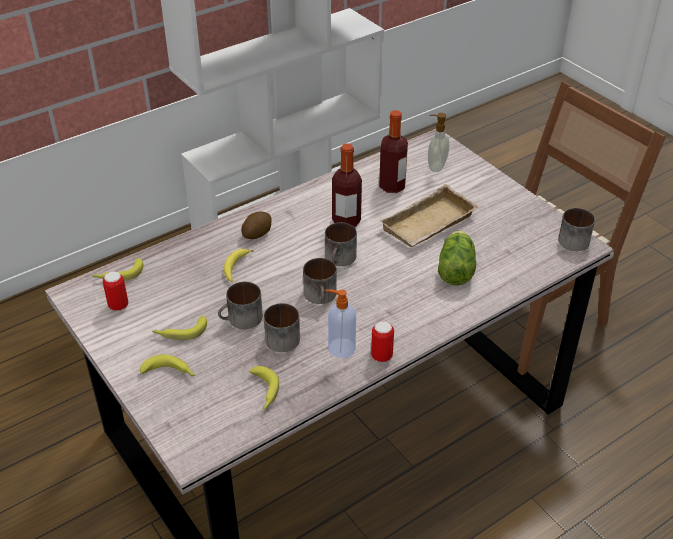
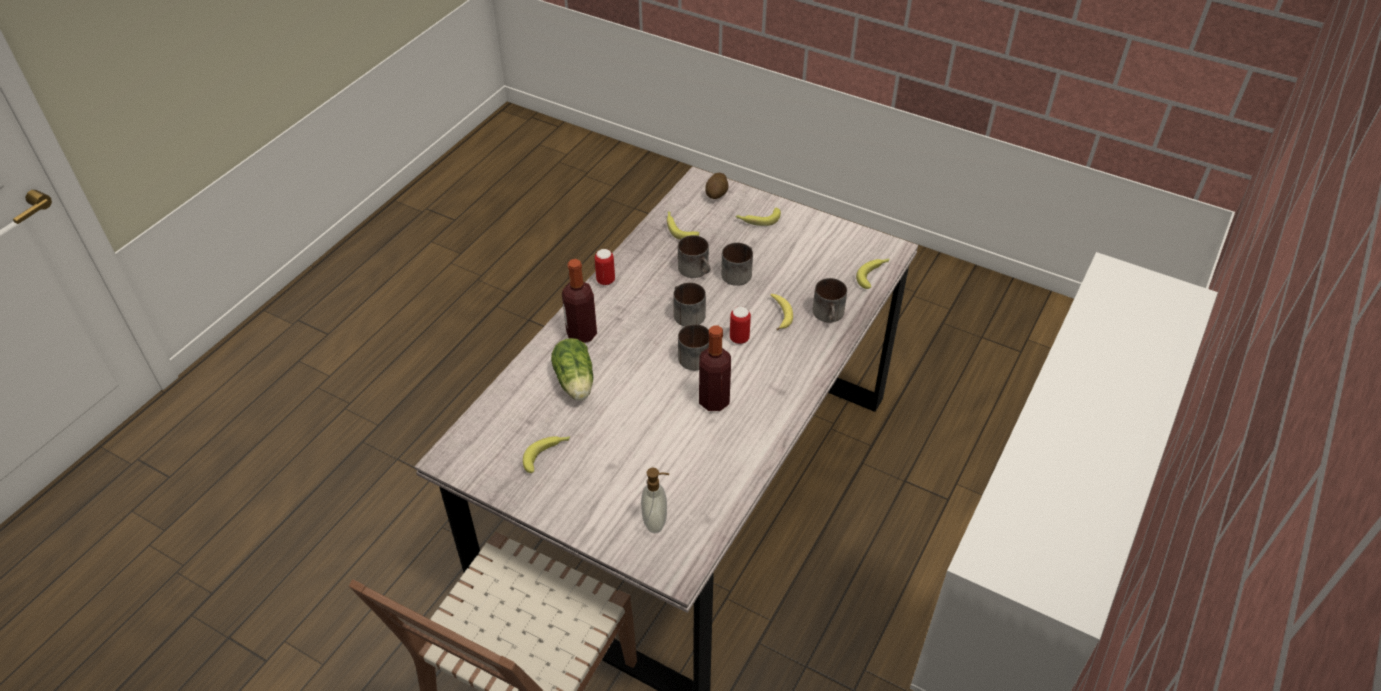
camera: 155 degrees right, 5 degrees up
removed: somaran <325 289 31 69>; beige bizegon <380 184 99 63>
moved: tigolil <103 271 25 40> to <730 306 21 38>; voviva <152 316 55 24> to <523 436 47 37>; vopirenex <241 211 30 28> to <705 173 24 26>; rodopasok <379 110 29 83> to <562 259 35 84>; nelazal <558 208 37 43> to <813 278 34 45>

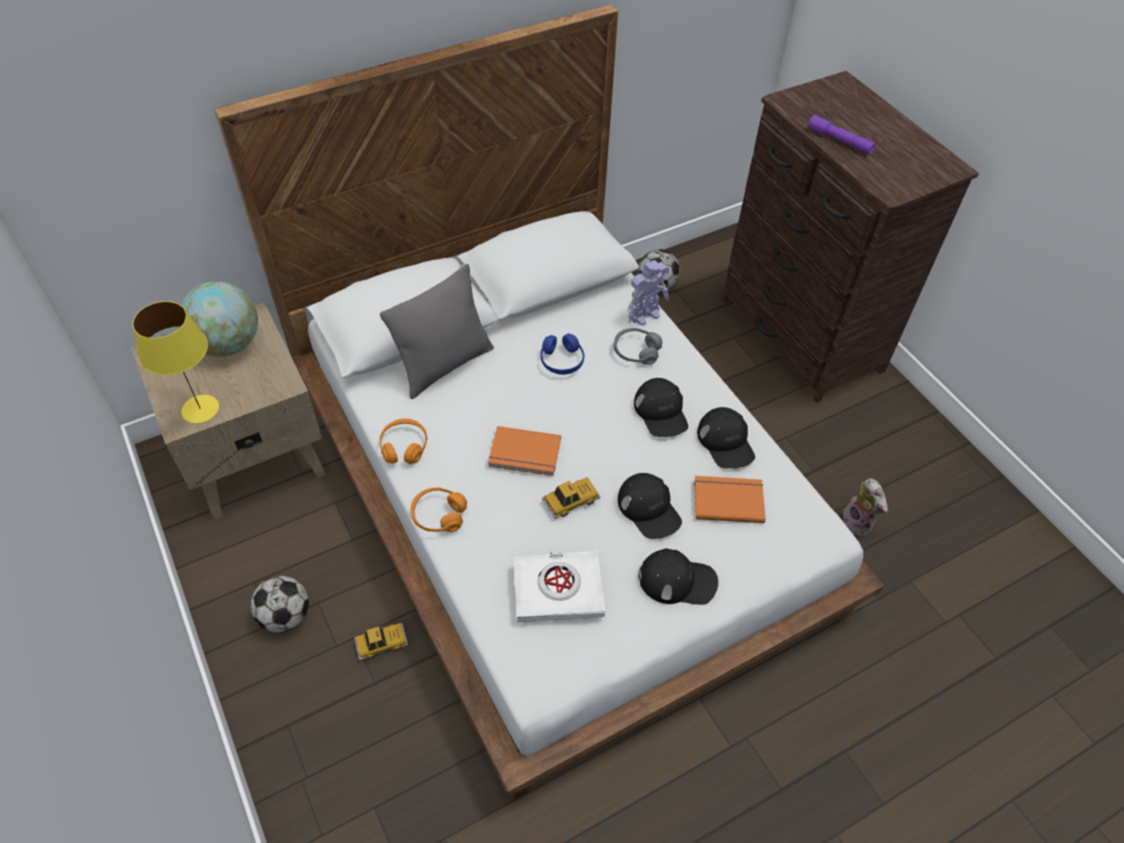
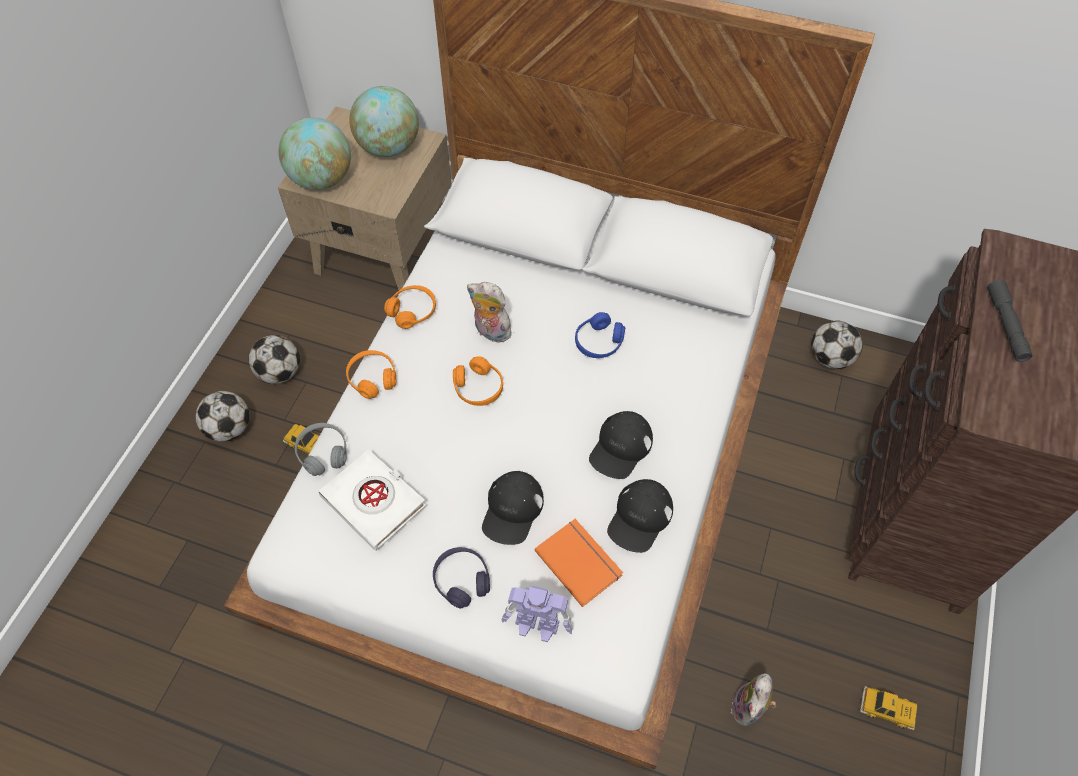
camera: 50 degrees right, 5 degrees up
removed: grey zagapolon <380 264 114 135>
added: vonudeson <195 391 54 51>; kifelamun <467 282 49 61>
moved: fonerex <542 477 58 42> to <860 686 58 45>; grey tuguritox <614 328 48 37> to <295 423 52 53>; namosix <627 260 42 66> to <502 586 71 56>
replaced: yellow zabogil <133 301 86 122> to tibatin <279 117 72 73>; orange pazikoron <488 426 73 50> to orange tuguritox <453 356 50 50>; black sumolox <639 548 79 57> to purple tuguritox <433 547 57 61>
recoloured: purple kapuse <808 115 67 39> to grey kapuse <987 279 46 83>

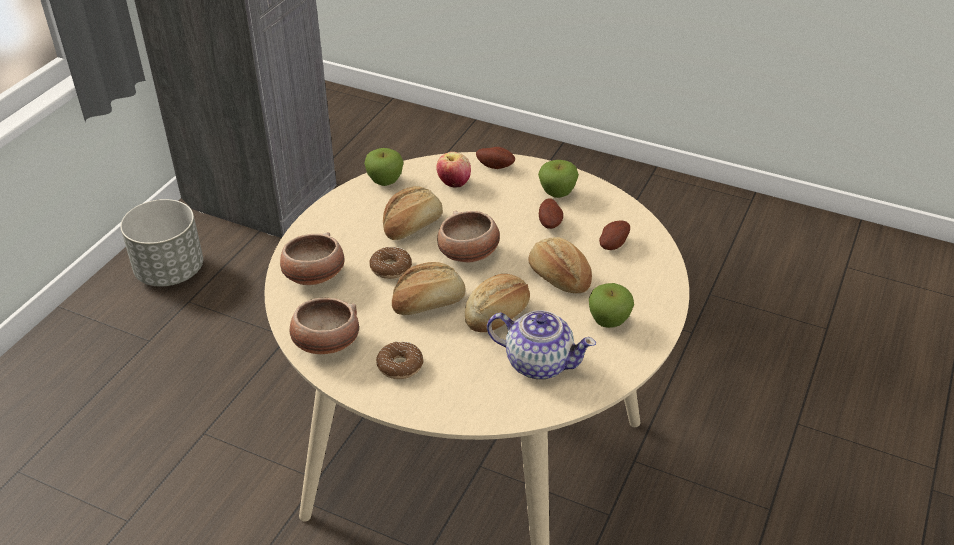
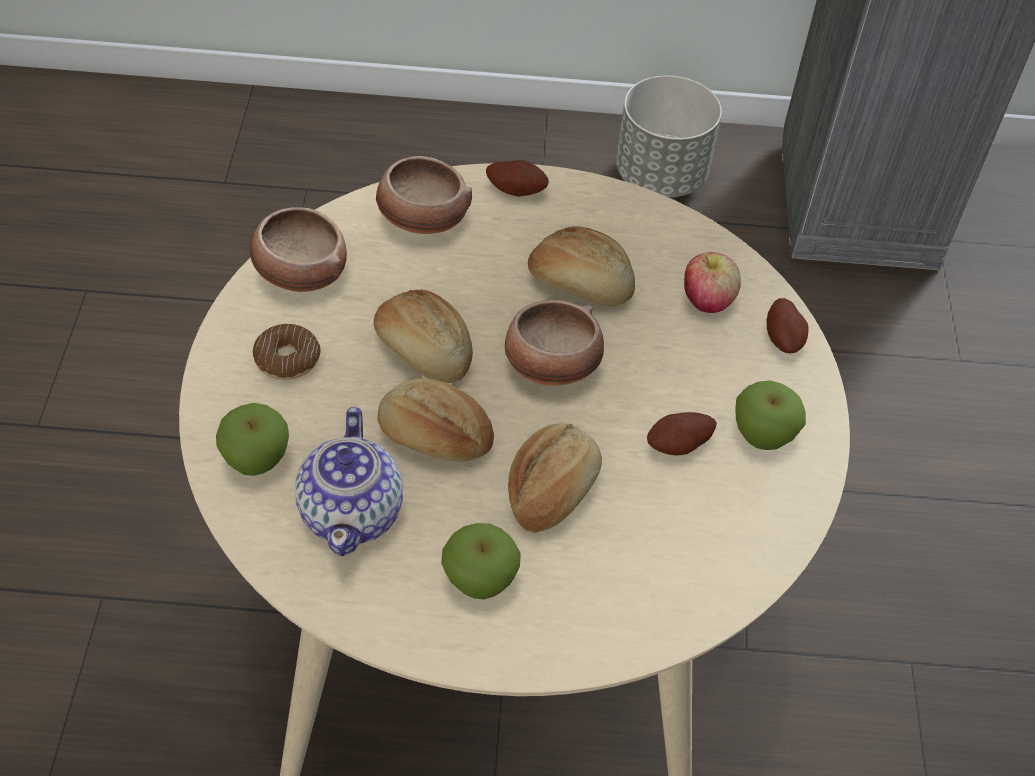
camera: 65 degrees right, 10 degrees up
removed: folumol <369 247 43 32>
moved: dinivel <364 148 40 38> to <216 403 73 73>; vopirenex <599 220 31 30> to <486 160 63 37>

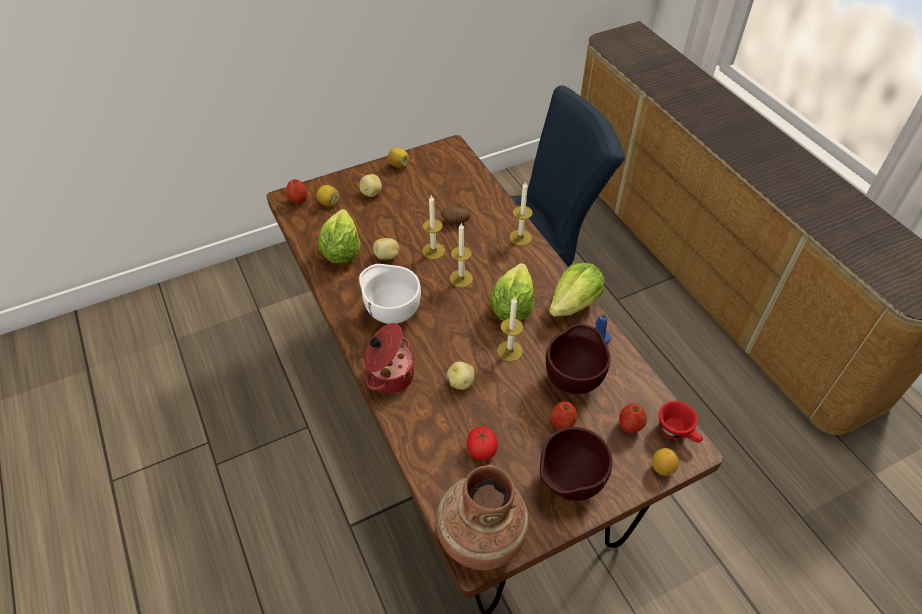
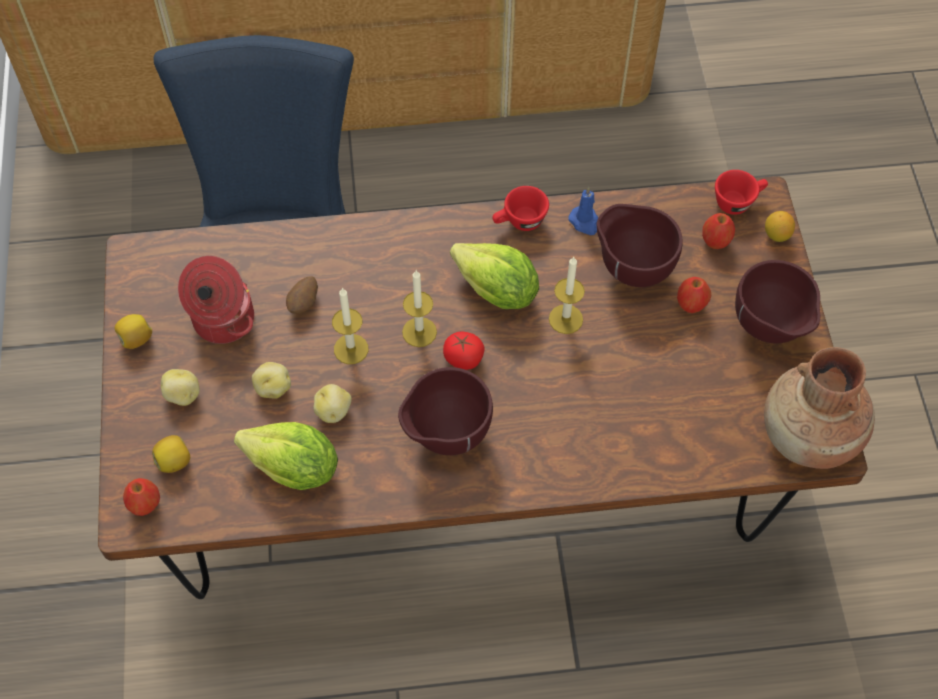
camera: 70 degrees left, 10 degrees up
removed: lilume <509 181 24 65>
moved: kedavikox <364 323 51 71> to <178 256 76 88>; vopirenex <447 361 28 29> to <252 362 39 37>; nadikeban <467 426 30 33> to <443 332 41 38>
replaced: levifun <549 263 55 54> to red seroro <492 186 57 45>
recoloured: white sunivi <359 264 62 60> to brown sunivi <398 367 95 88>

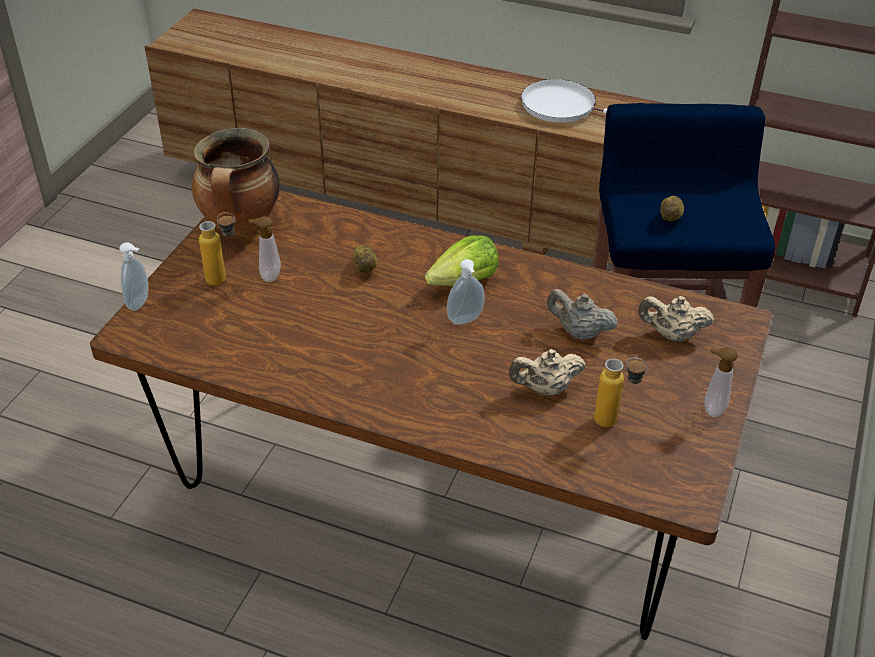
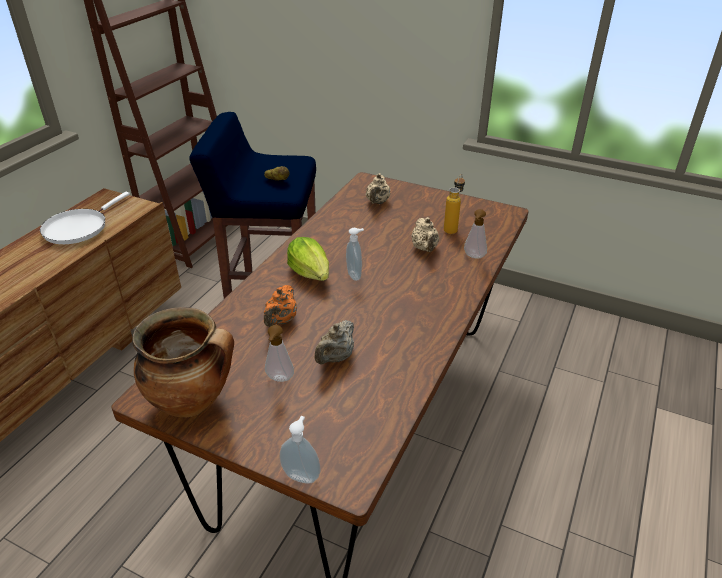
camera: 85 degrees left, 5 degrees down
removed: rodopasok <199 212 37 73>
moved: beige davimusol <547 289 71 52> to <315 320 39 45>; somaran <705 347 33 70> to <464 209 23 50>
replaced: vopirenex <353 245 24 28> to orange davimusol <264 285 33 42>

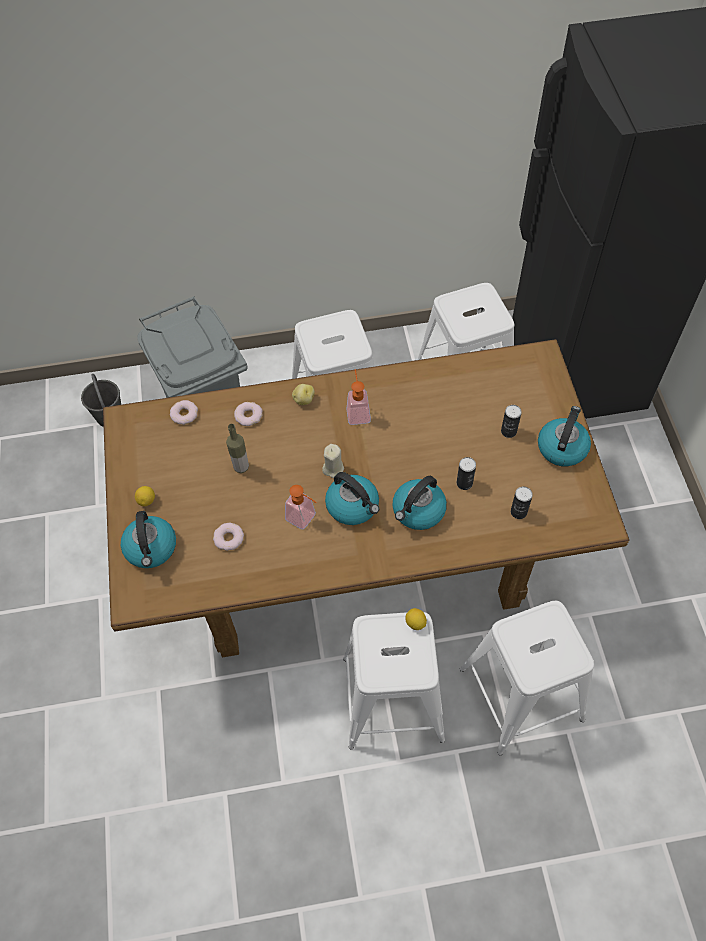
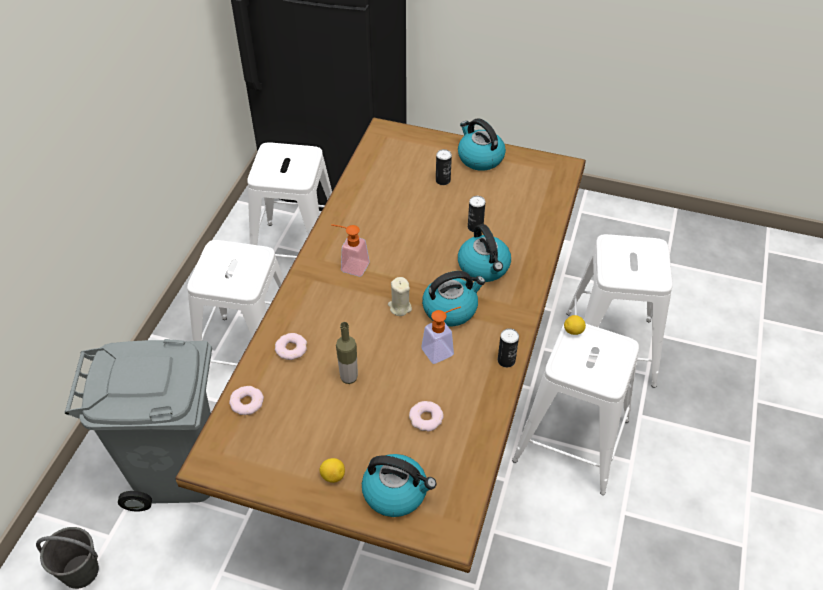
camera: 65 degrees left, 10 degrees down
removed: vopirenex <292 384 23 21>
moved: tigolil <511 487 22 32> to <498 328 21 39>

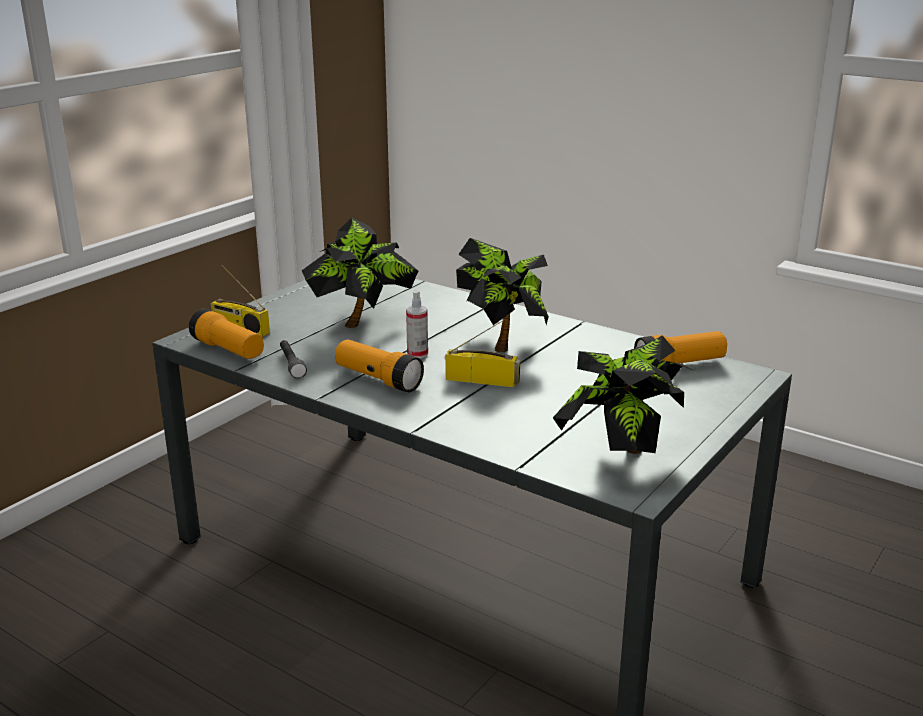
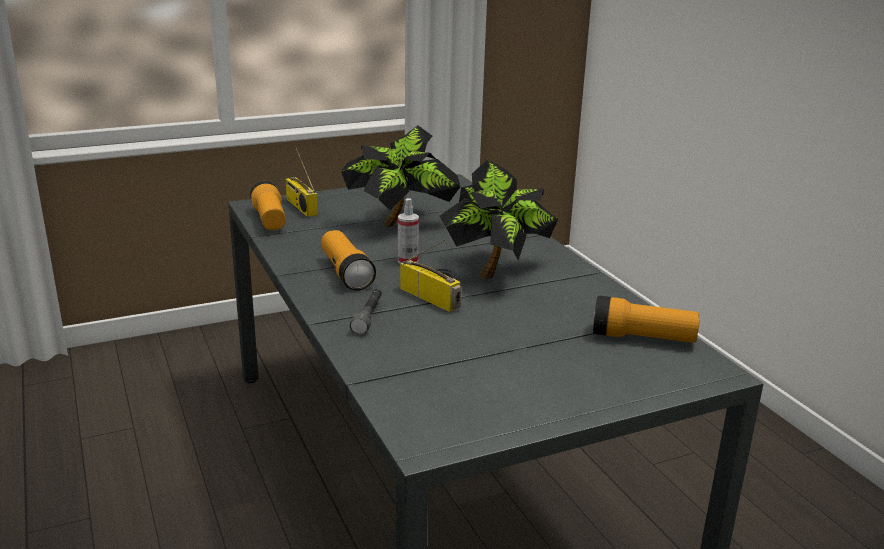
camera: 30 degrees right, 0 degrees up
removed: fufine <553 335 143 119>
moved: grey kapuse <280 340 27 39> to <350 289 32 46>

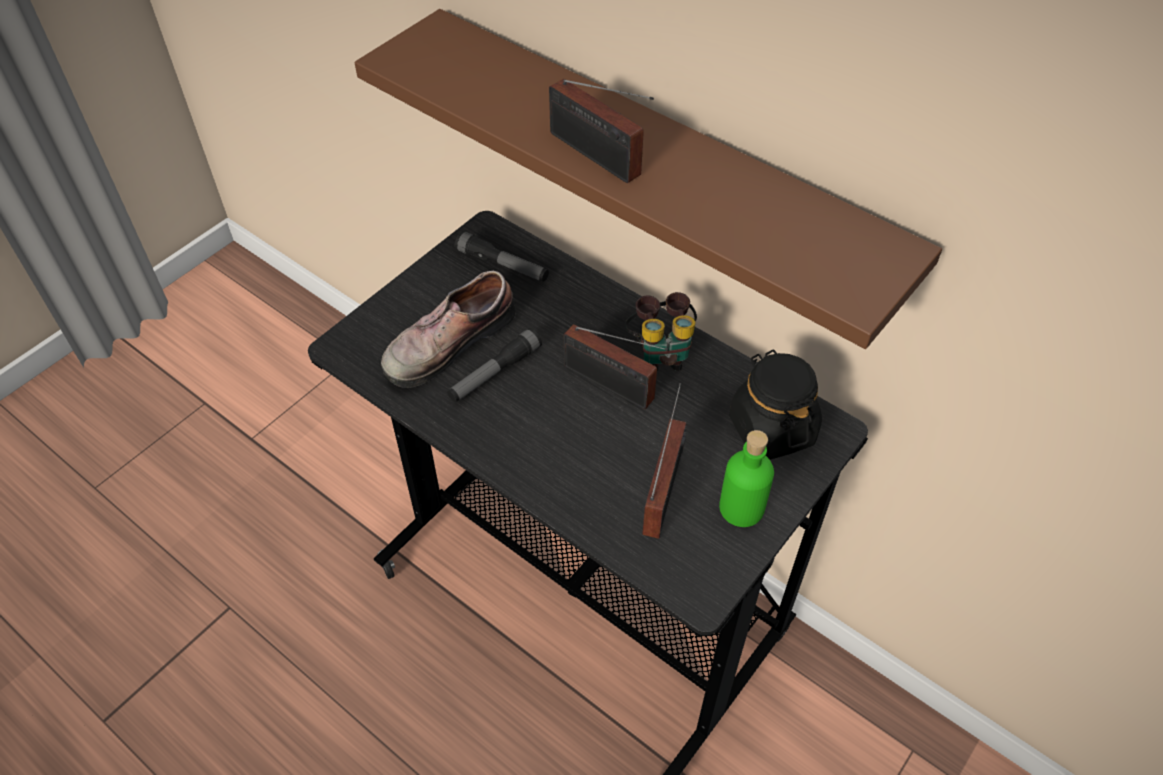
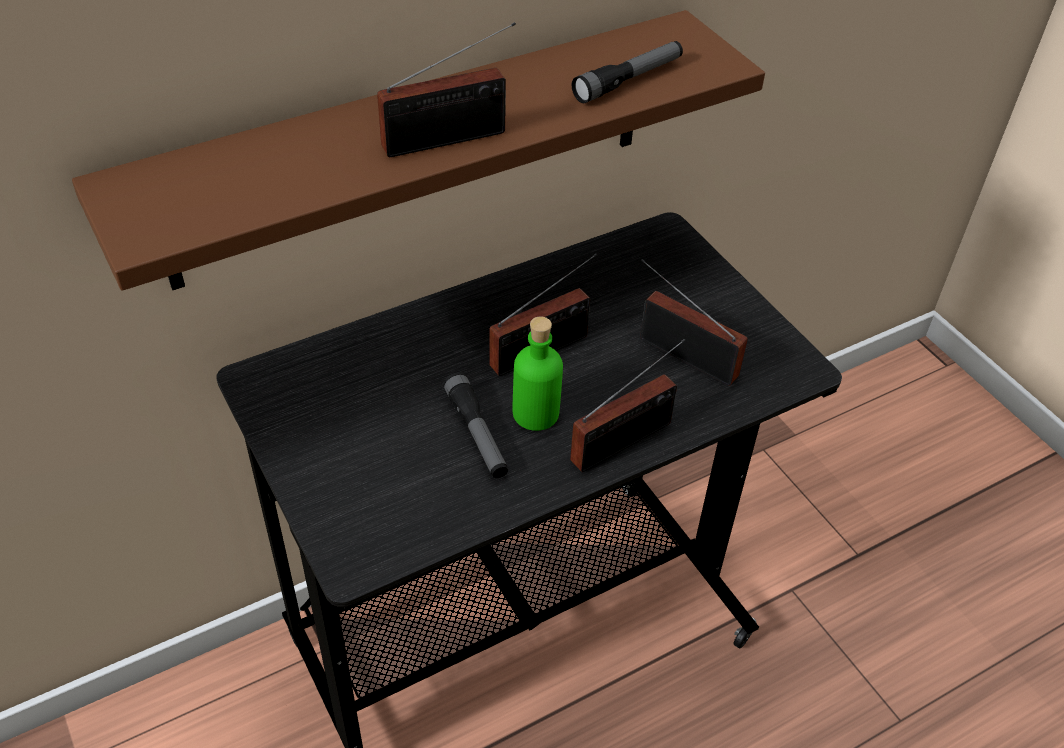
camera: 70 degrees left, 5 degrees down
removed: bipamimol <381 271 134 117>; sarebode <625 292 72 79>; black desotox <729 349 93 111>
added: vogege <570 339 116 133>
moved: kapuse <455 231 94 51> to <572 41 111 62>; green rodopasok <719 430 55 97> to <513 316 50 115>

